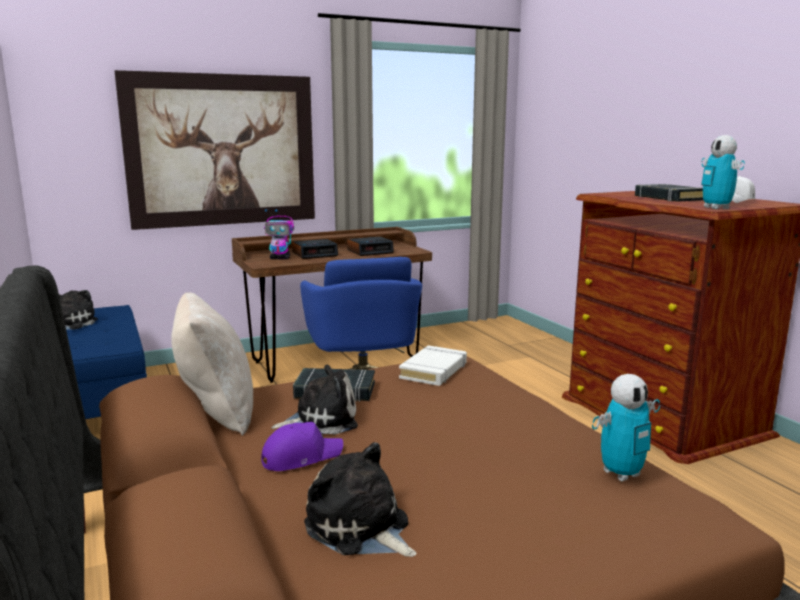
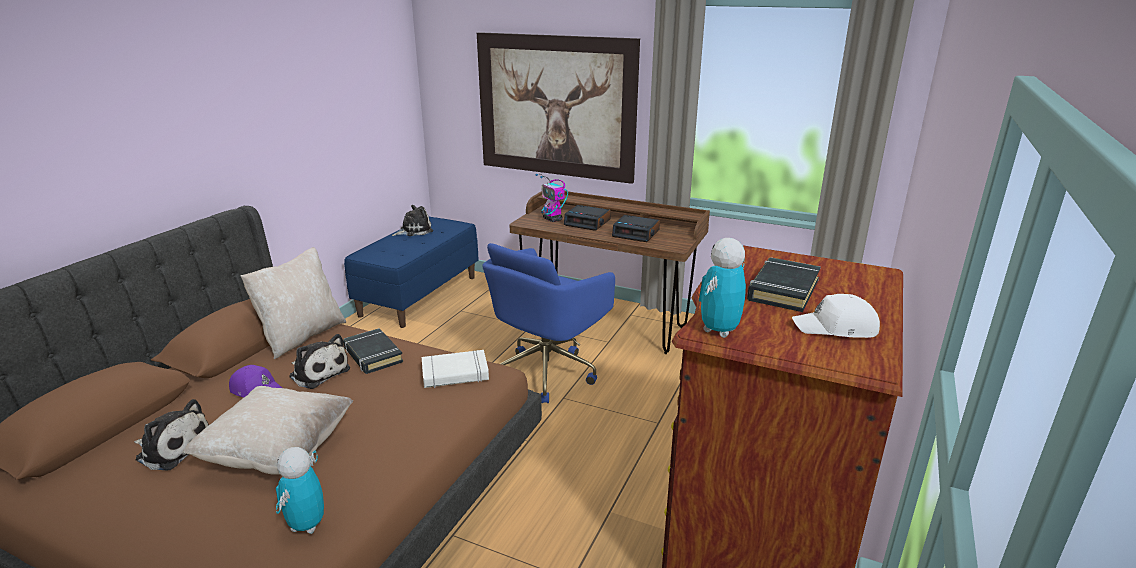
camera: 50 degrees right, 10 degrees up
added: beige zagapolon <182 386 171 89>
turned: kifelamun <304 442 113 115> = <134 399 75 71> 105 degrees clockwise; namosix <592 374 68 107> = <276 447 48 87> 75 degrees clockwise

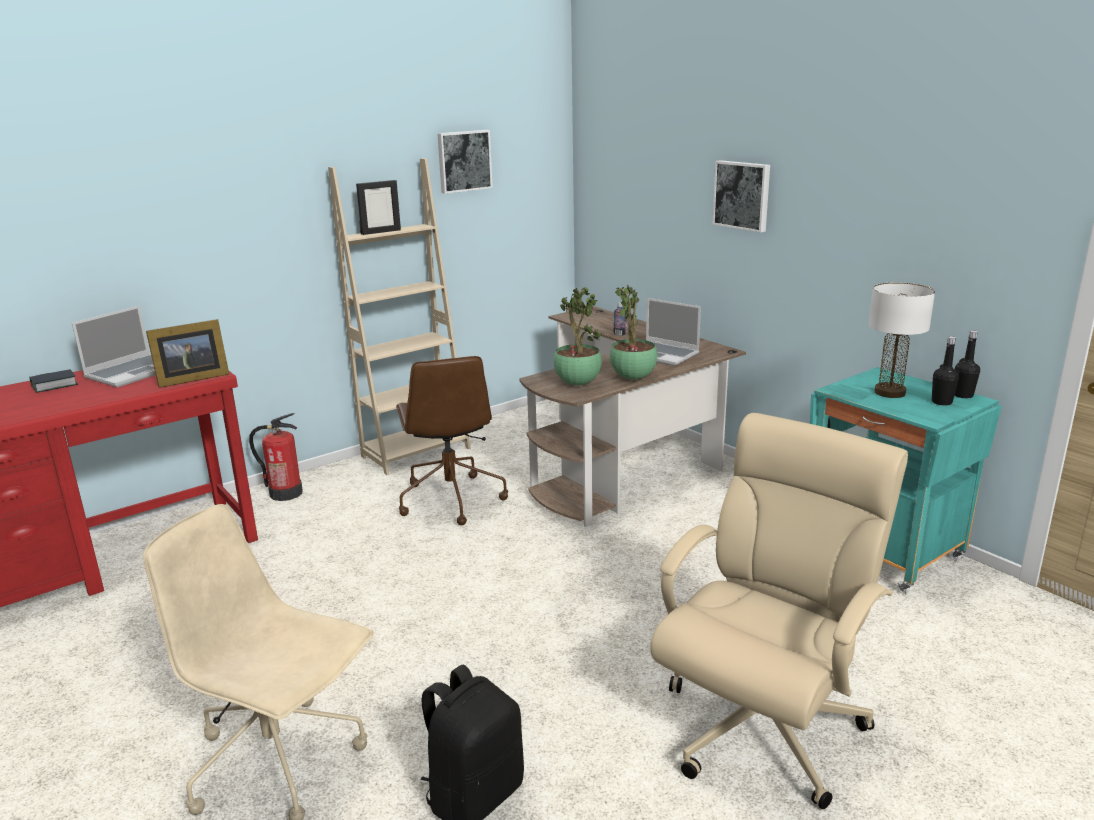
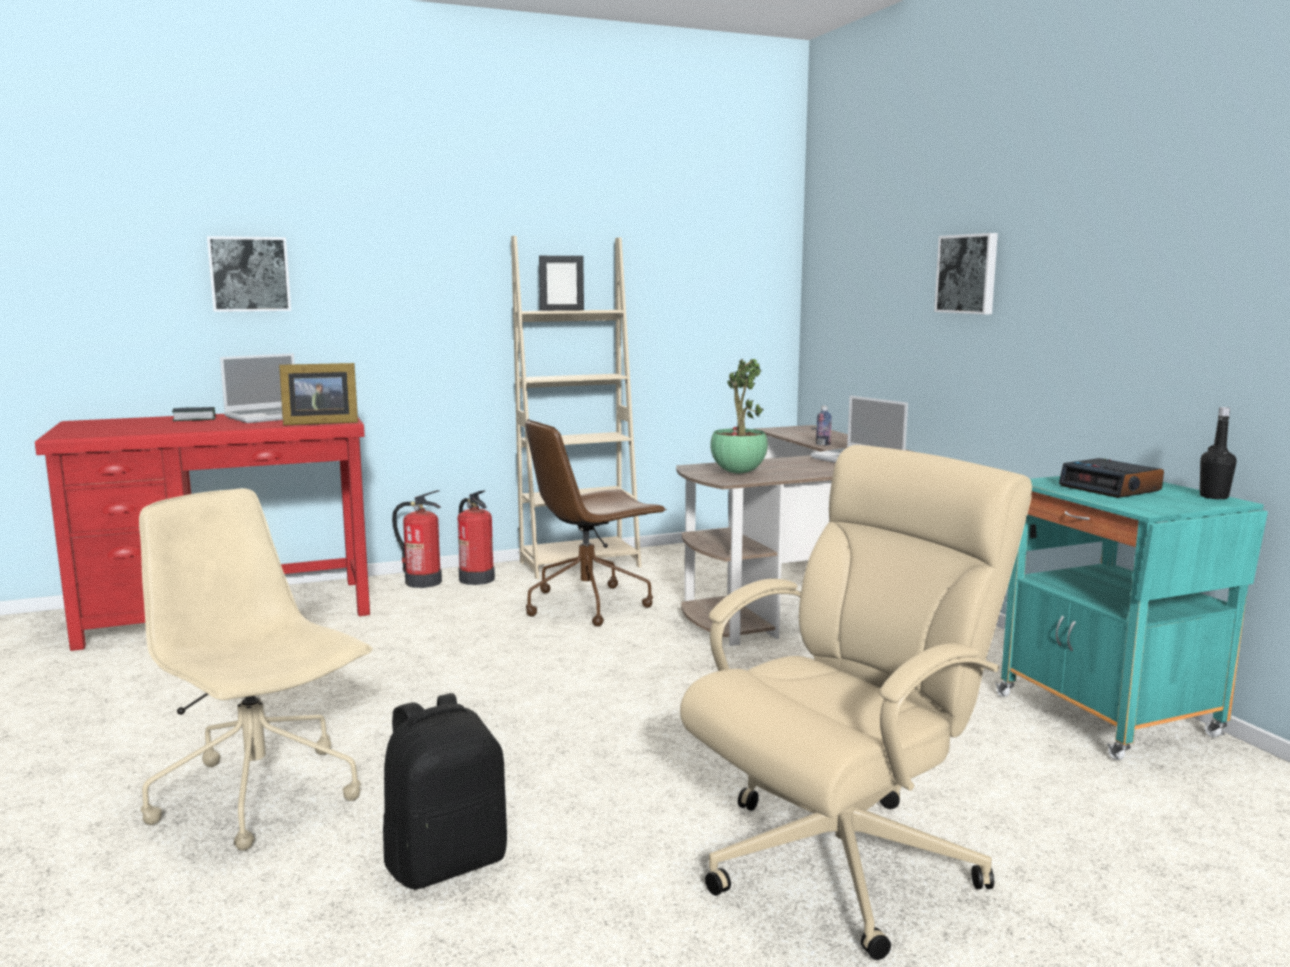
camera: 15 degrees right, 10 degrees down
removed: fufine <610 285 47 95>; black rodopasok <932 336 27 70>
added: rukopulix <457 490 38 95>
moved: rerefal <437 130 56 64> to <207 236 84 76>
replaced: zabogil <869 282 66 116> to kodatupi <1059 458 105 40>
turned: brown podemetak <396 356 112 169> = <525 419 142 207> 60 degrees clockwise

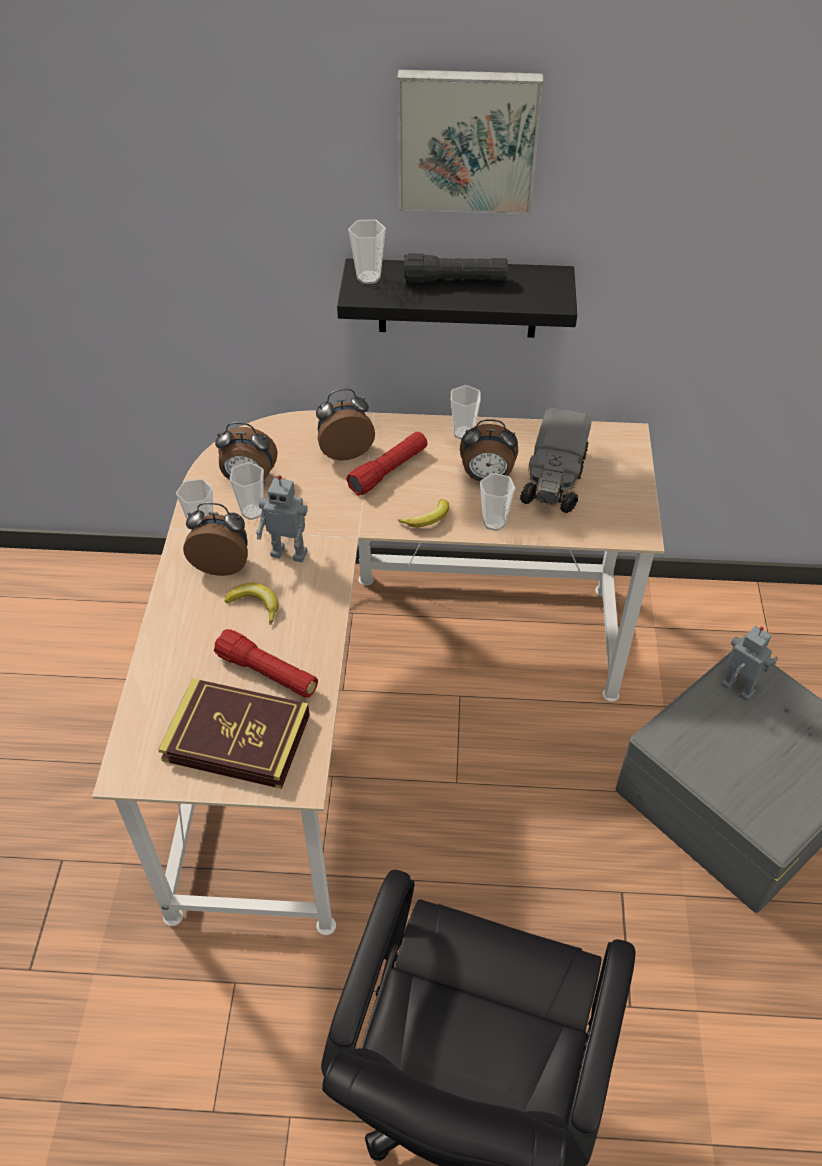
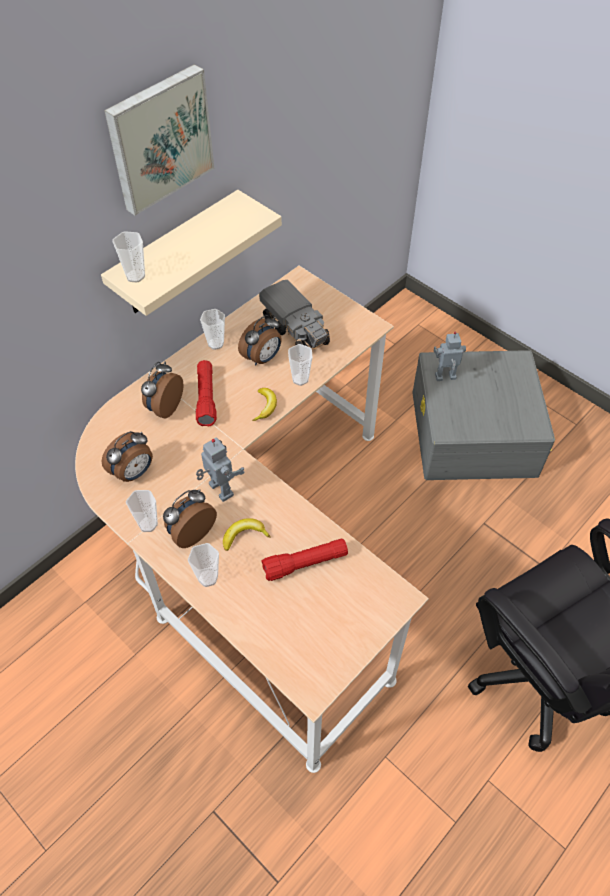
camera: 50 degrees left, 5 degrees up
removed: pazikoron <158 678 152 111>; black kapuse <404 253 104 30>
moved: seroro <230 462 34 58> to <188 543 31 44>
recoloured: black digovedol <337 258 240 80> to beige digovedol <101 190 181 126>
turned: namosix <256 475 52 87> = <196 438 49 64> 90 degrees counterclockwise

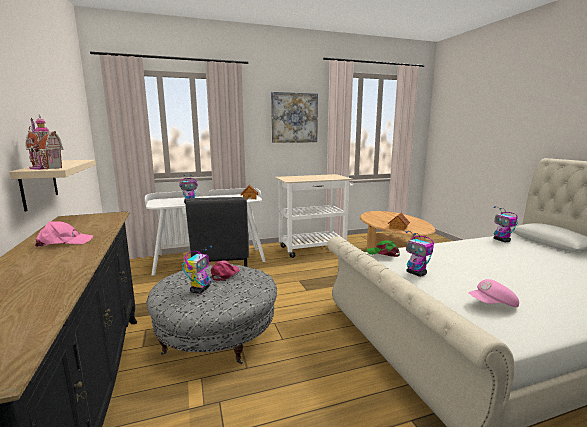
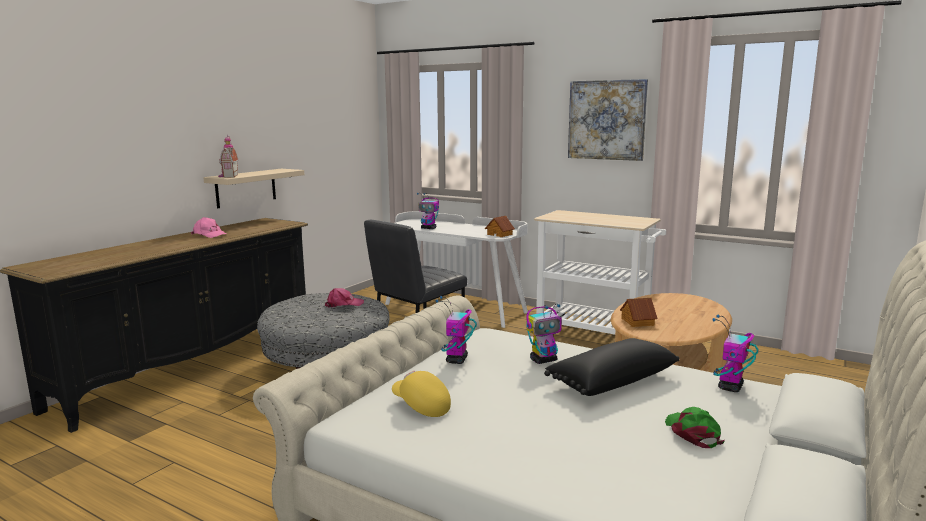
camera: 50 degrees right, 0 degrees up
added: black zagapolon <544 338 136 58>
moved: namosix <182 246 30 48> to <526 304 36 60>; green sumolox <367 240 33 17> to <665 407 60 41>
recoloured: pink sumolox <468 279 51 28> to yellow sumolox <392 371 59 46>

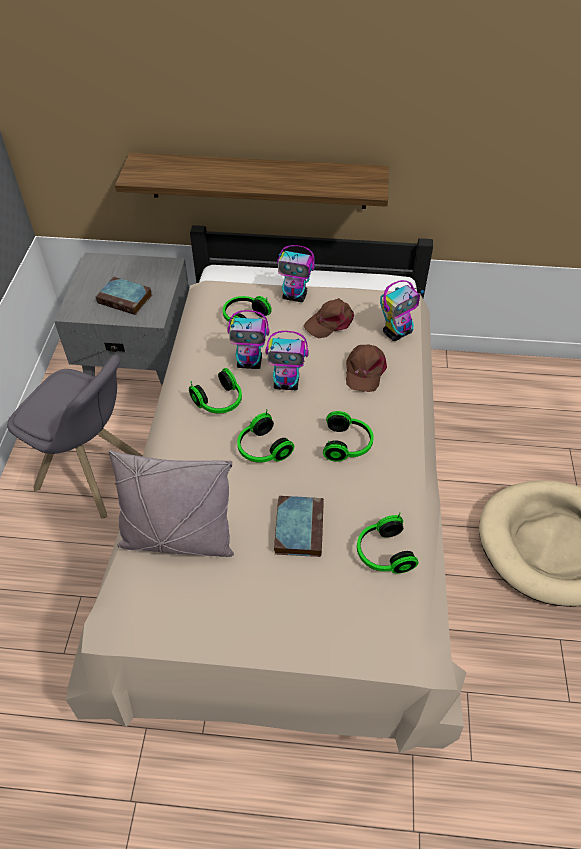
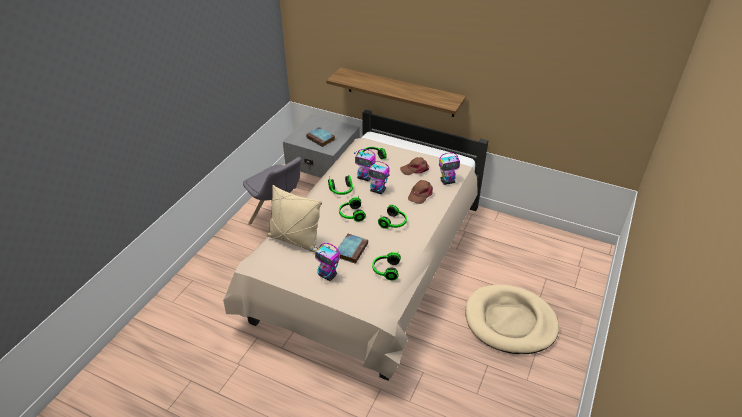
camera: 20 degrees right, 10 degrees down
moved: namosix <277 245 38 57> to <311 243 29 38>
recoloured: purple zagapolon <109 450 125 107> to beige zagapolon <267 185 55 68>

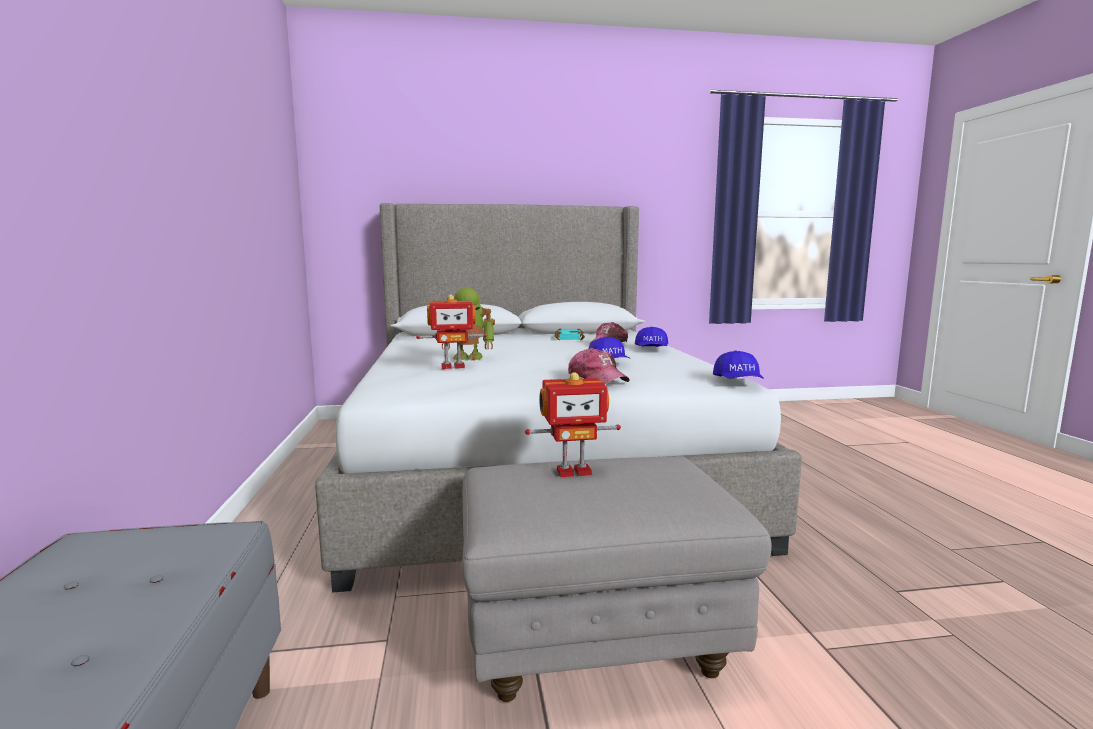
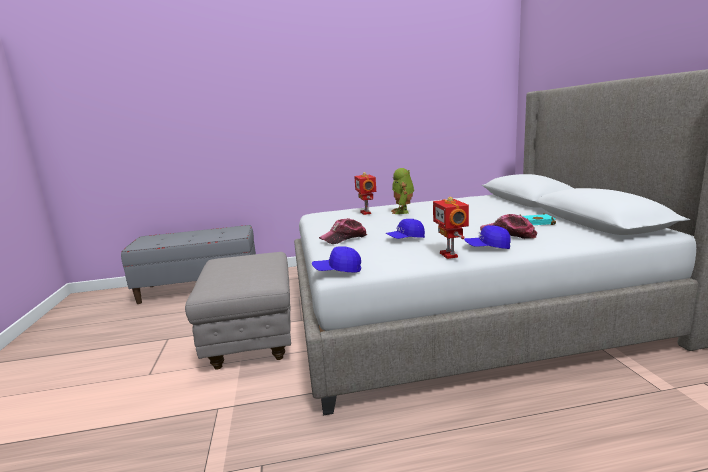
camera: 90 degrees right, 5 degrees up
moved: namosix <525 372 96 105> to <433 197 36 62>

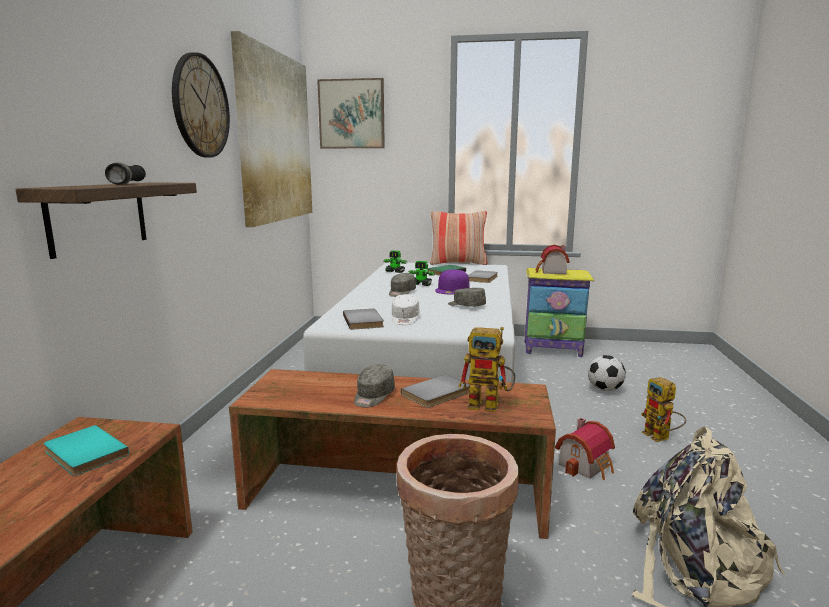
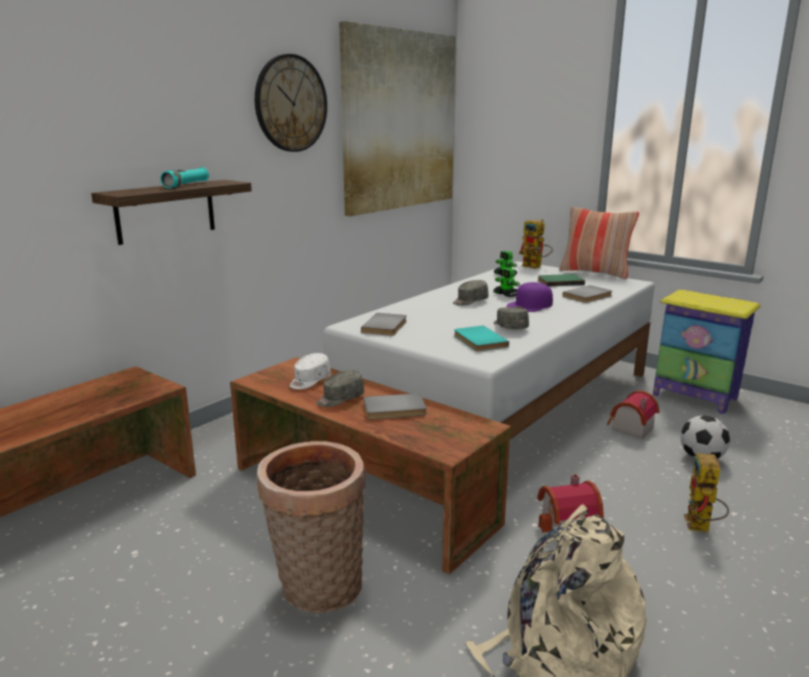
camera: 30 degrees right, 5 degrees up
removed: rerefal <317 78 68 70>
moved: turquoise pazikoron <44 425 85 51> to <454 326 55 26>; white sumolox <392 294 27 31> to <290 353 41 36>; namosix <458 327 58 85> to <518 219 35 50>; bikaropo <536 245 34 29> to <607 391 52 47>
recoloured: black kapuse <105 163 41 22> to turquoise kapuse <160 167 49 21>

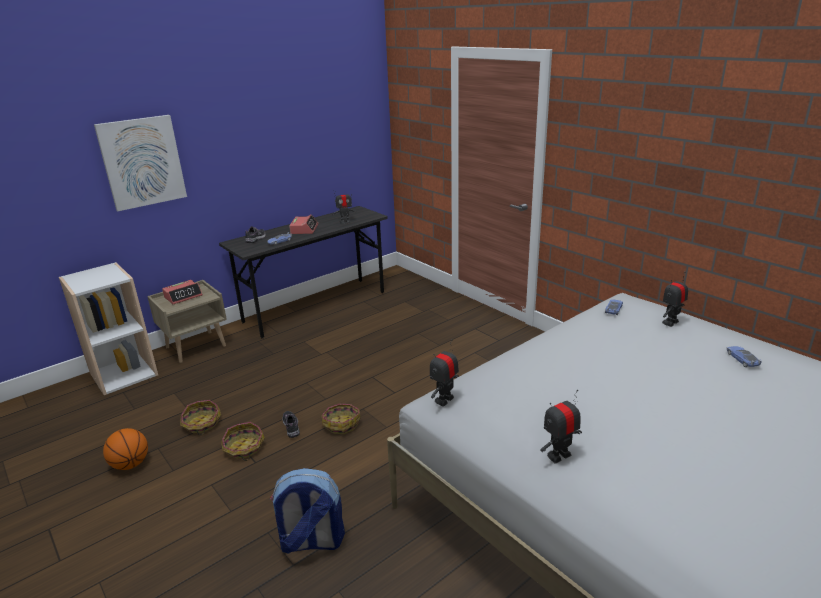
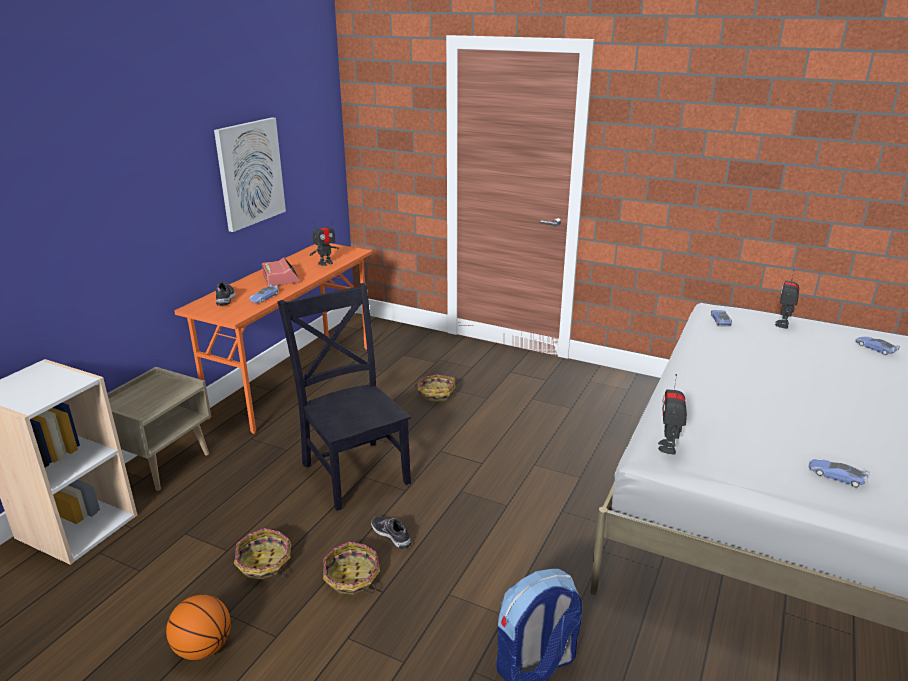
camera: 25 degrees left, 0 degrees up
removed: kodatupi <162 280 41 24>
added: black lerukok <277 283 134 228>
moved: rerefal <94 115 93 96> to <214 117 72 115>; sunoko <321 404 39 30> to <414 375 41 27>
replaced: namosix <541 390 41 73> to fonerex <809 459 61 29>
recoloured: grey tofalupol <219 206 169 132> to orange tofalupol <174 243 198 191>

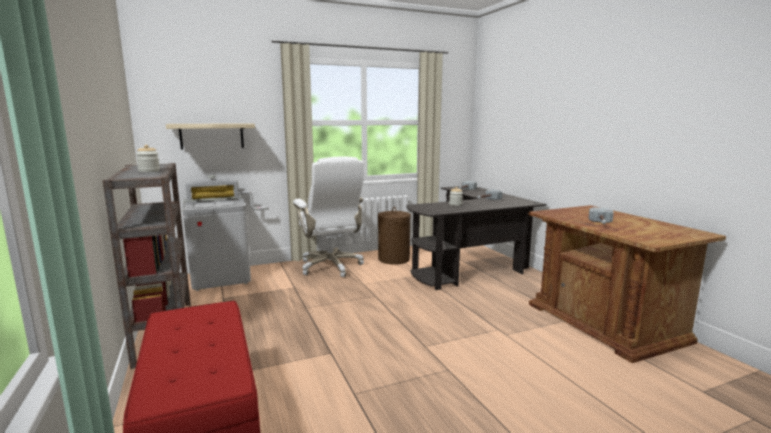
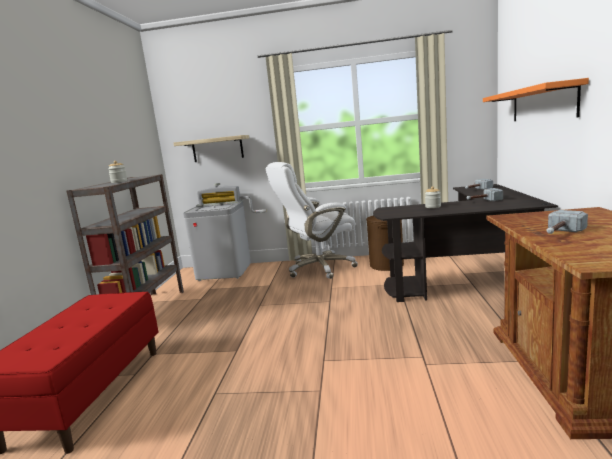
camera: 30 degrees right, 0 degrees up
added: orange digovedol <483 78 106 43>
turned: white podemetak <293 156 71 121> = <266 162 92 117> 60 degrees clockwise

